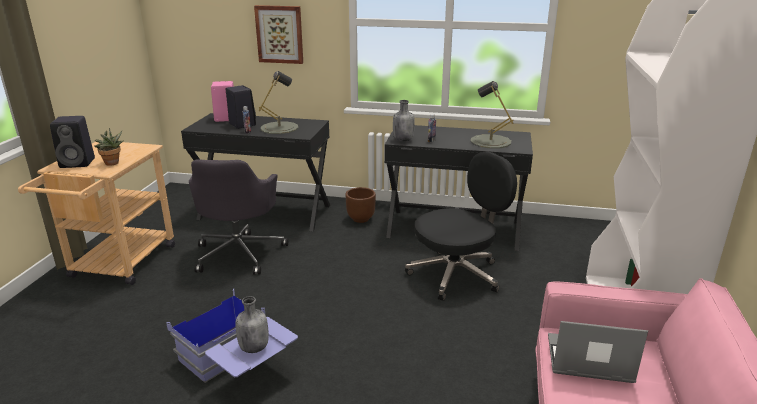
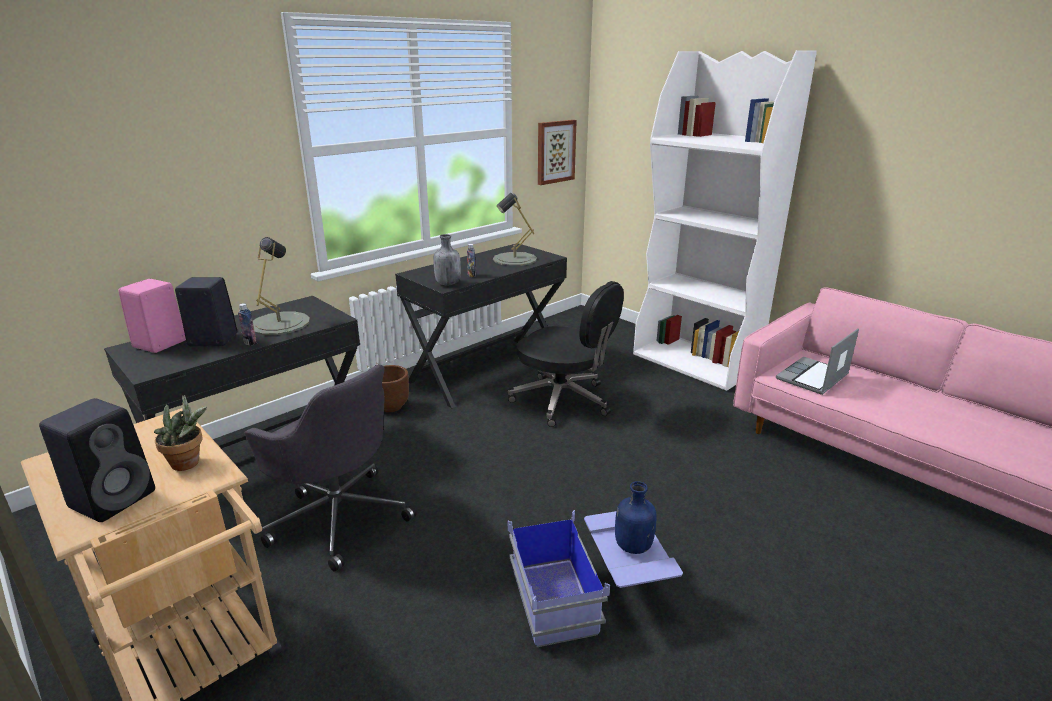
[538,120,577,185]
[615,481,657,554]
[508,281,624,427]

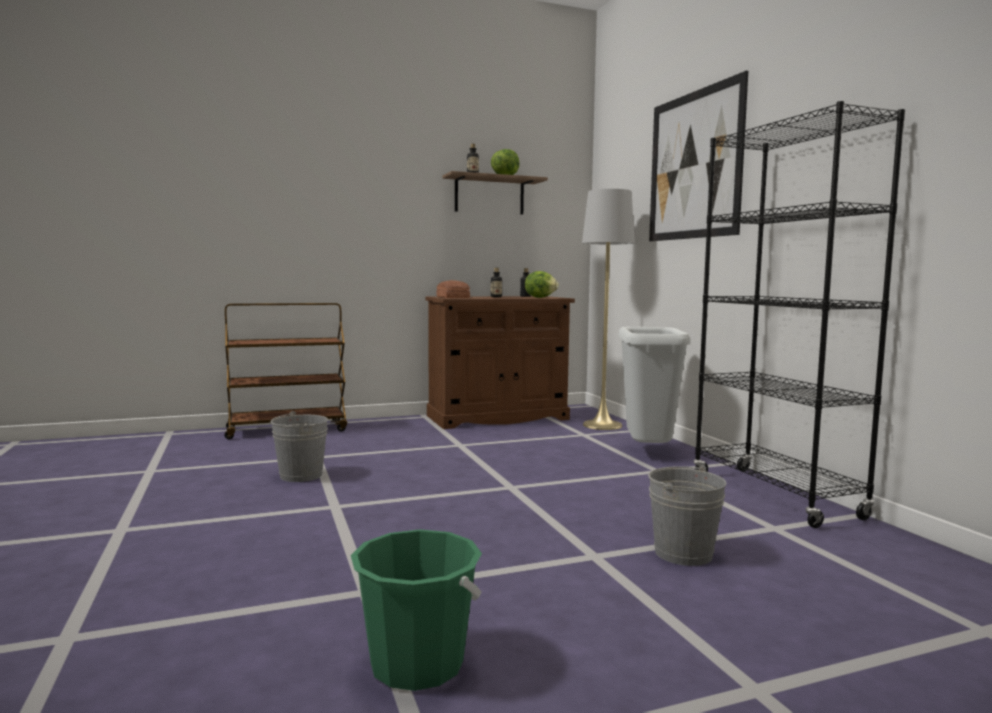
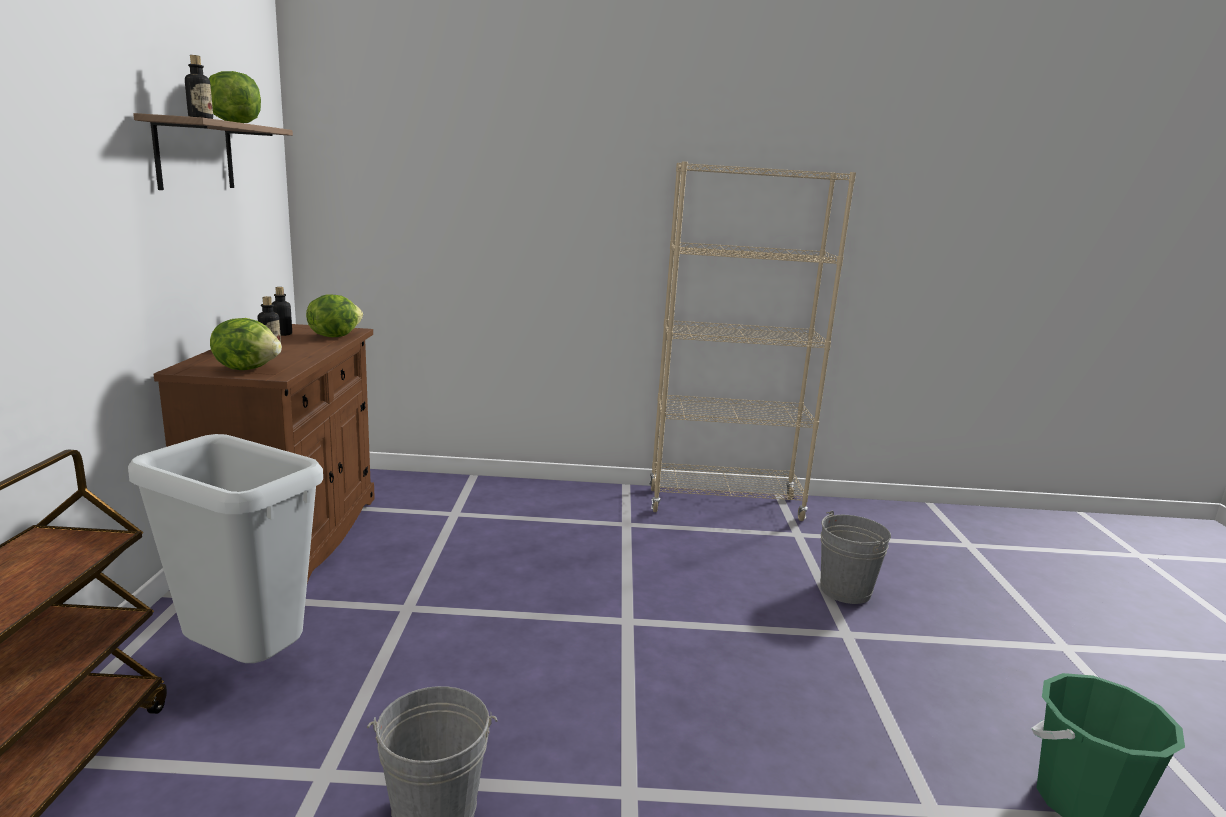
[582,189,635,430] (first image)
[649,71,748,241] (first image)
[128,434,323,663]
[210,318,282,370]
[650,161,856,521]

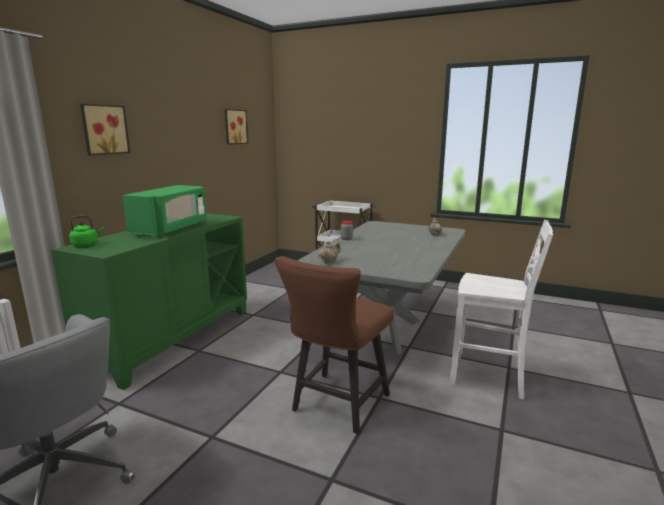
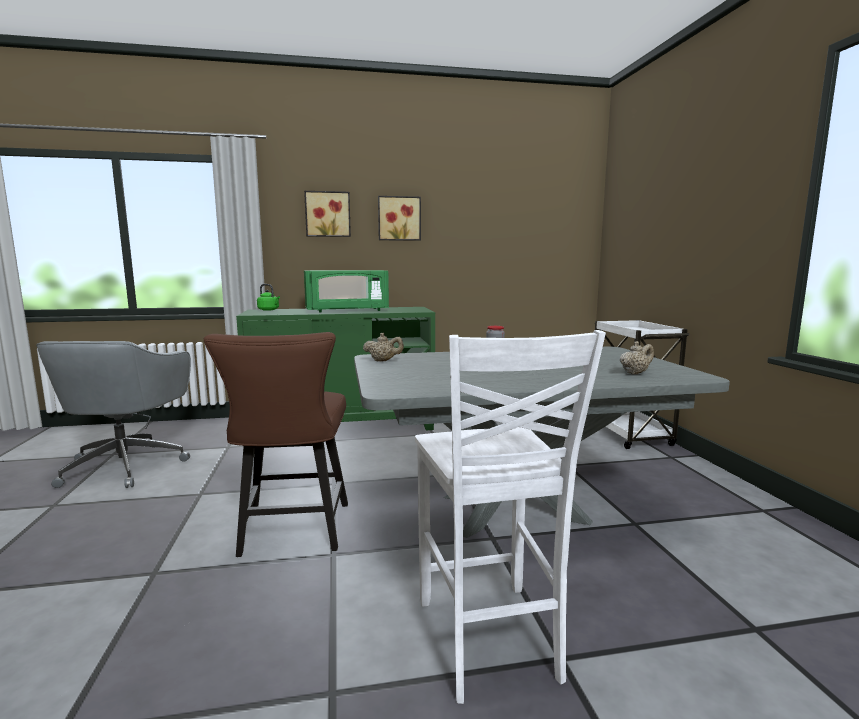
[378,196,421,241]
[204,332,348,557]

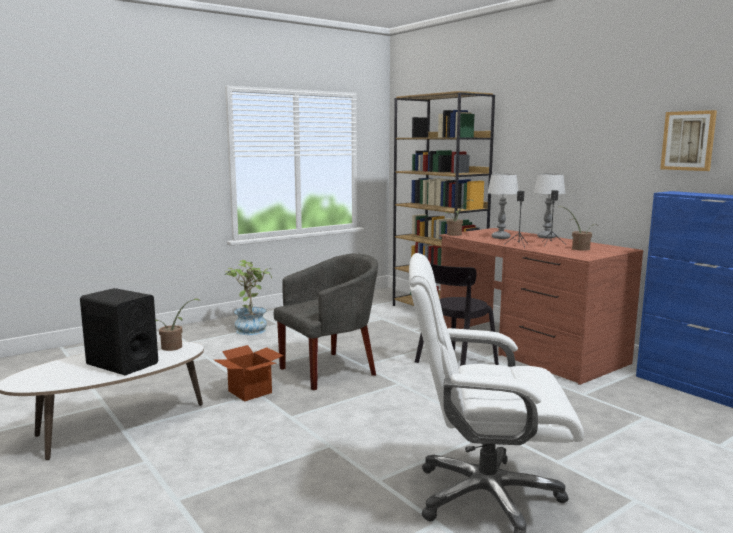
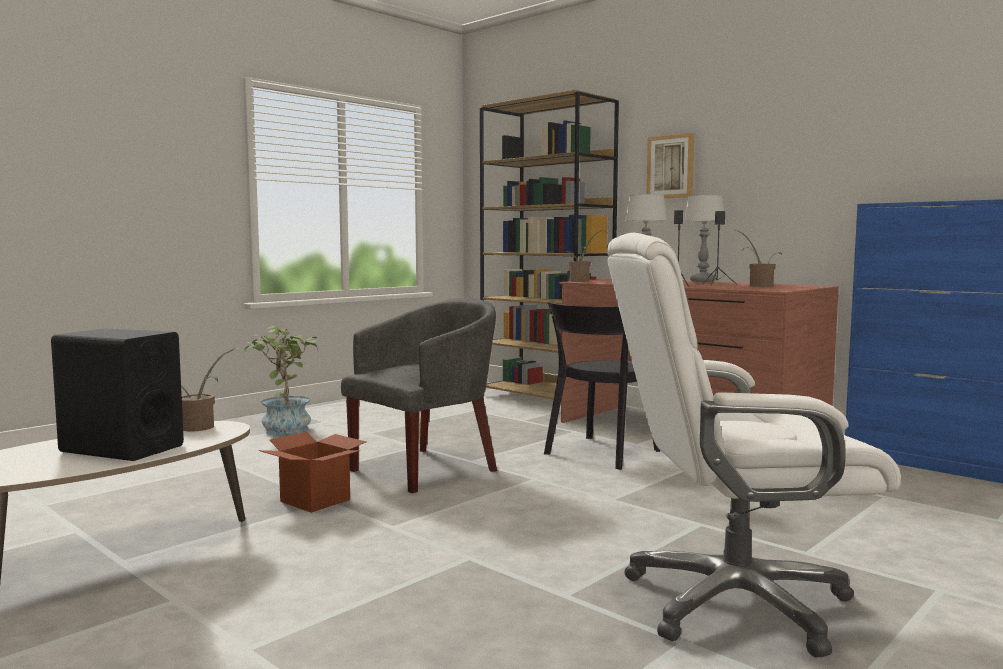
[647,133,694,198]

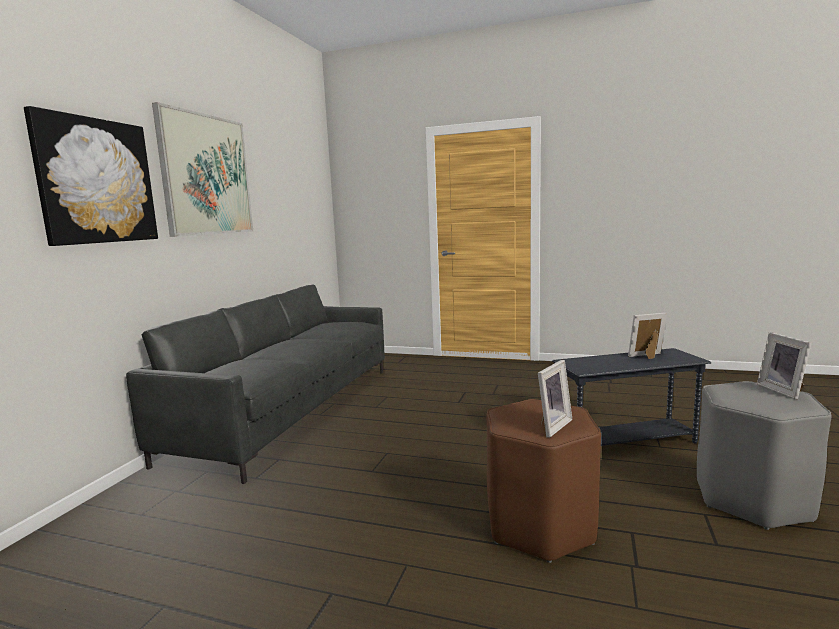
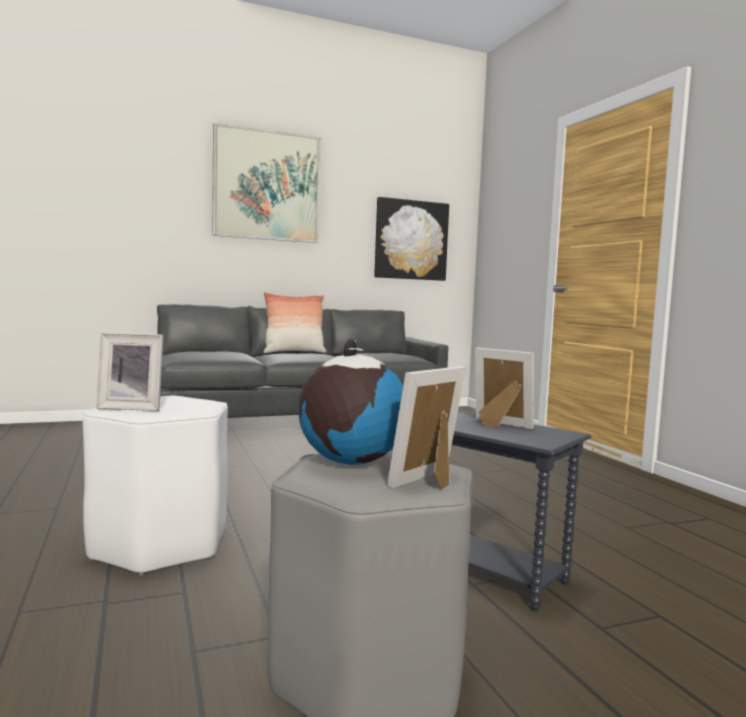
[263,292,326,353]
[298,339,403,465]
[374,197,449,281]
[82,396,228,575]

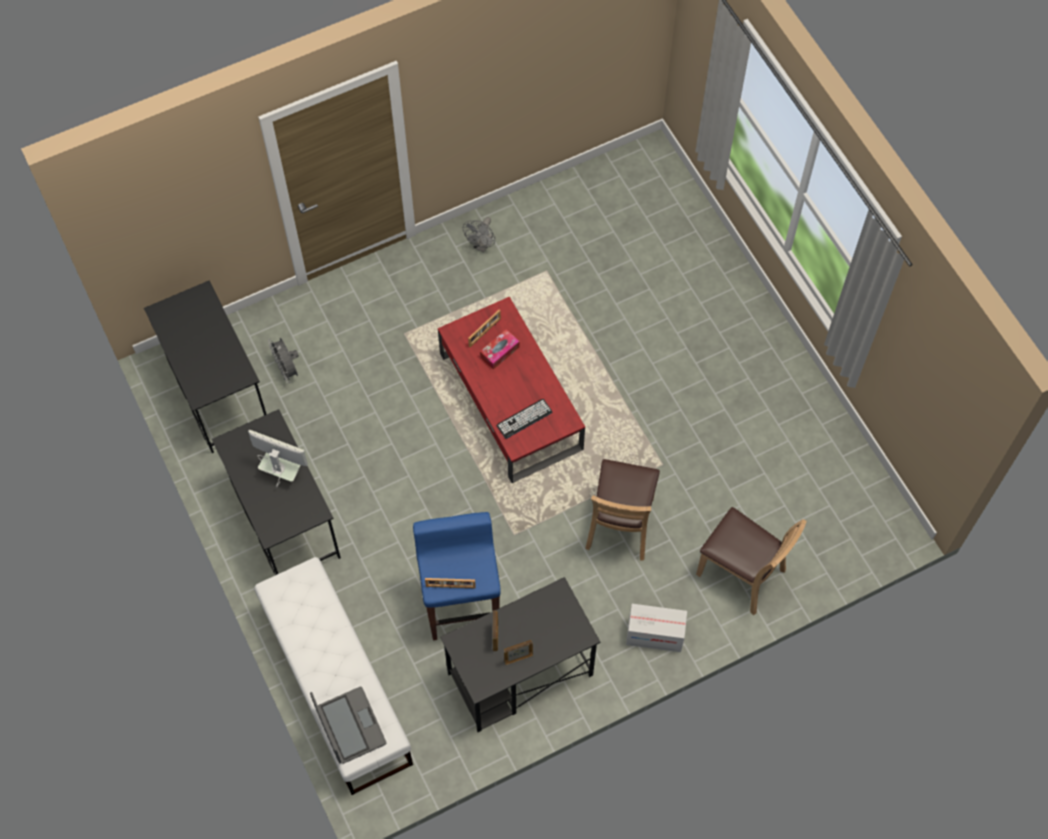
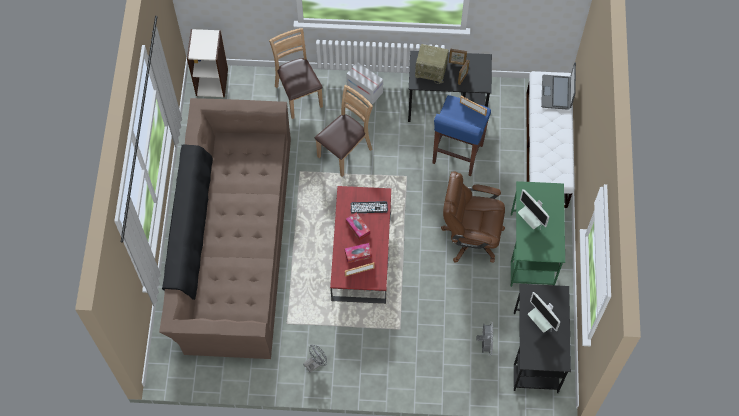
[159,98,291,359]
[187,29,228,97]
[346,212,370,241]
[415,44,449,84]
[441,171,505,263]
[528,292,560,332]
[511,181,565,287]

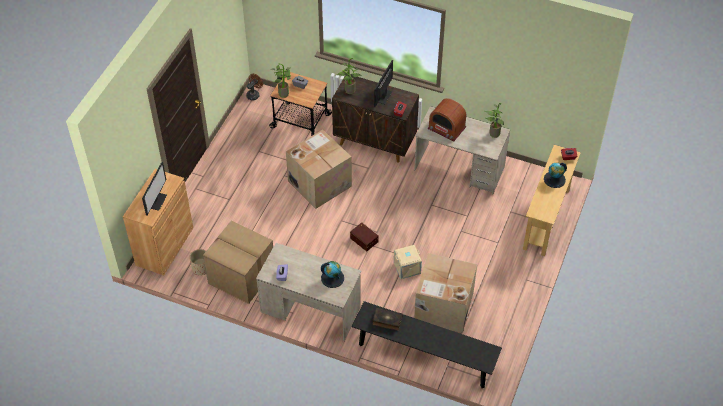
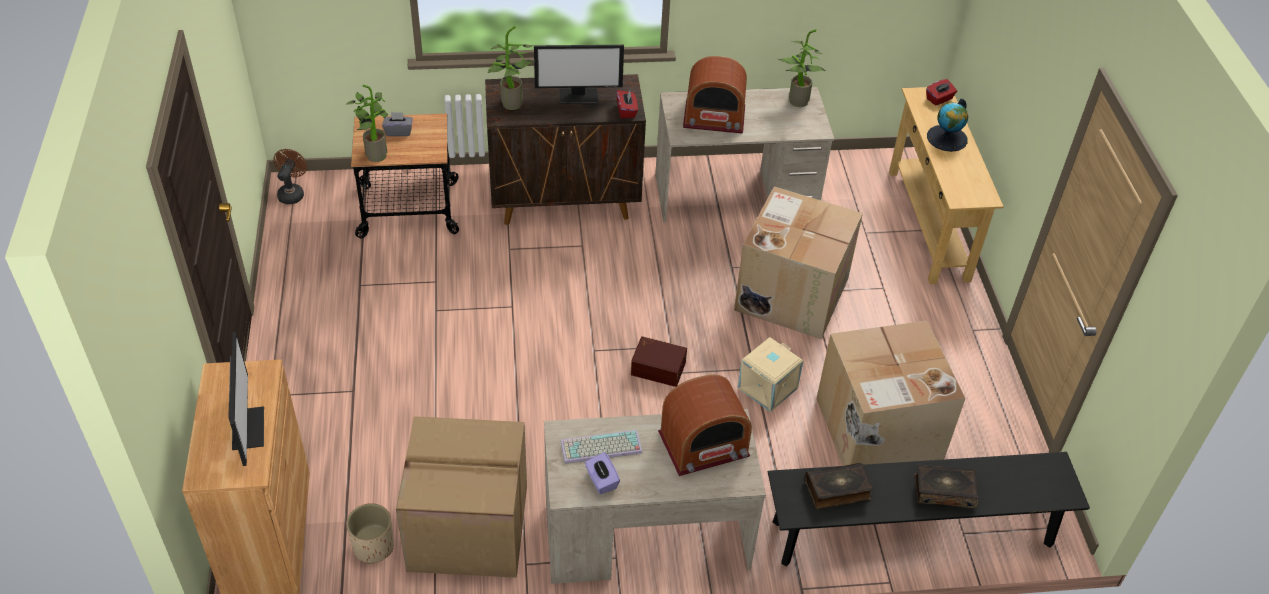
[560,430,642,464]
[914,465,979,508]
[734,186,863,339]
[658,374,752,476]
[534,45,624,104]

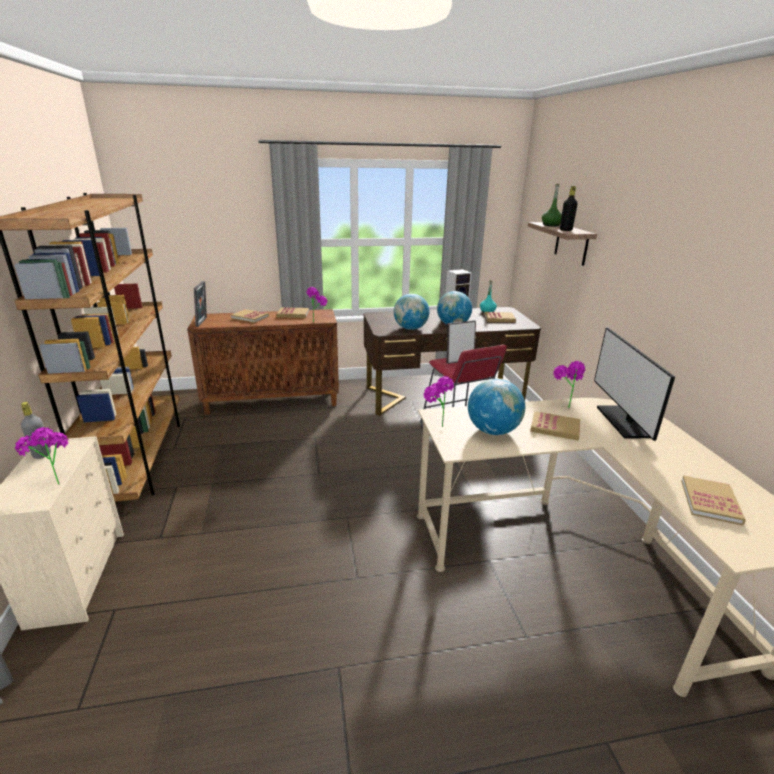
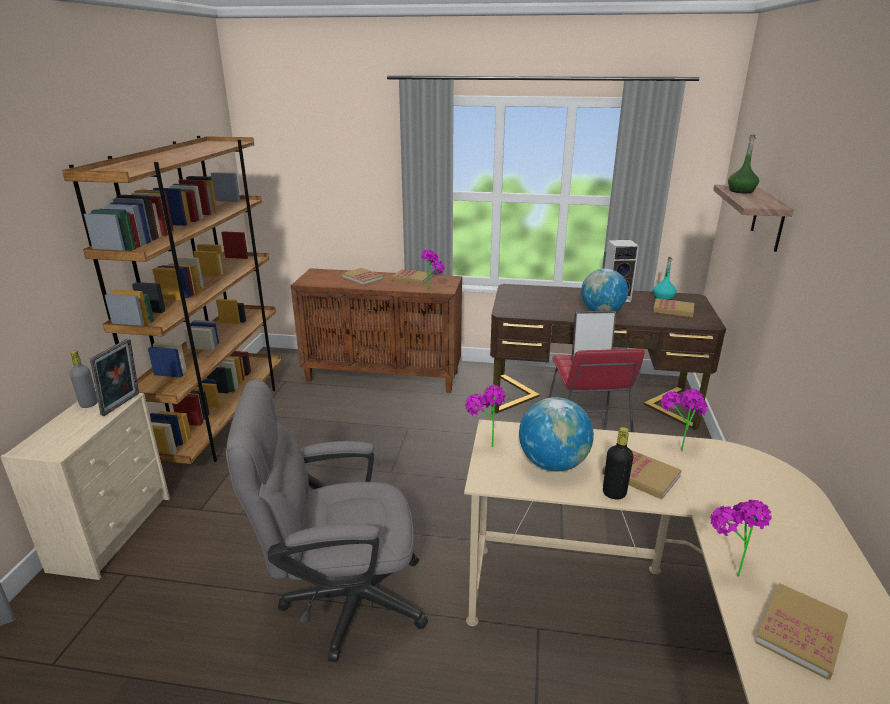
[394,294,430,330] (first image)
[594,327,675,441] (first image)
[226,380,428,662]
[710,499,772,576]
[90,339,139,416]
[603,427,633,499]

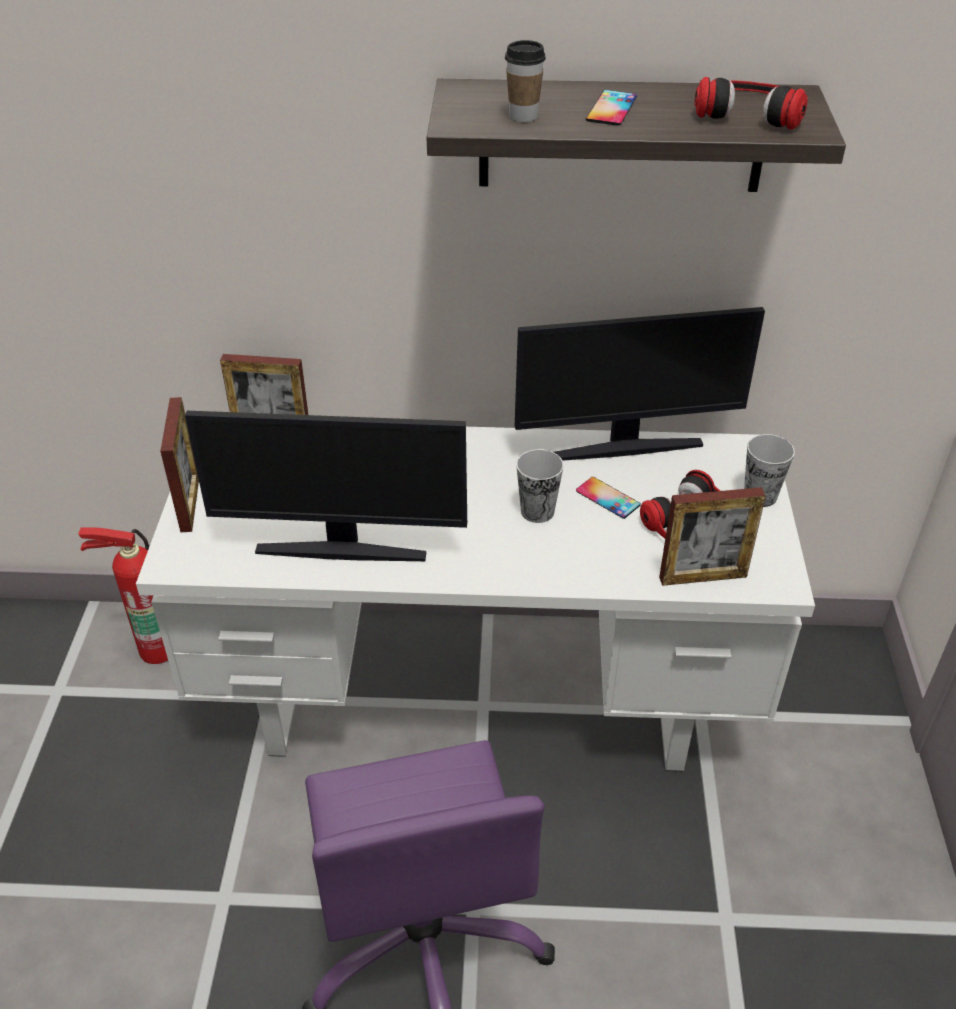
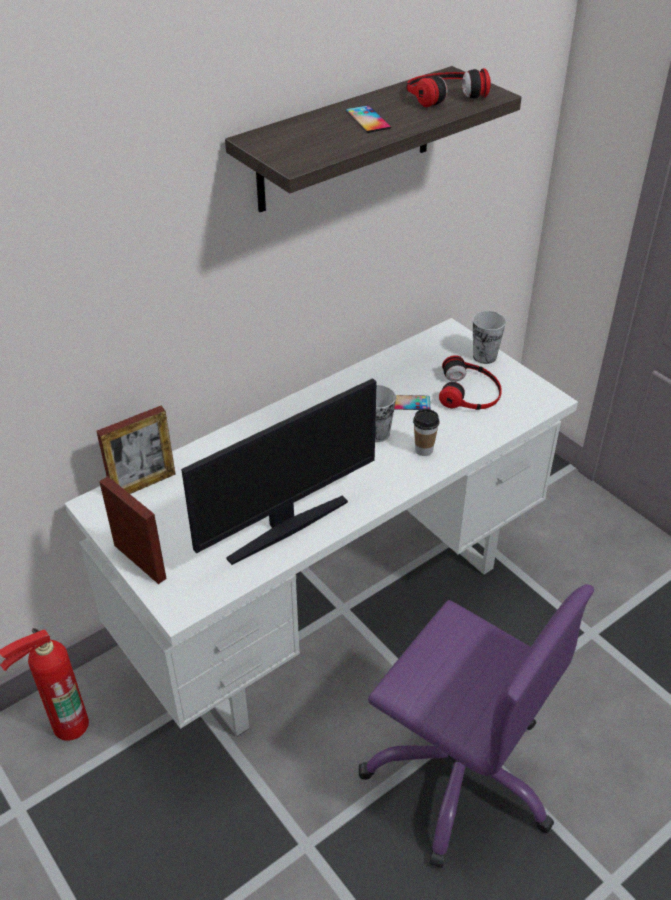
[515,307,765,461] (first image)
[659,487,766,586] (first image)
[413,409,439,456]

